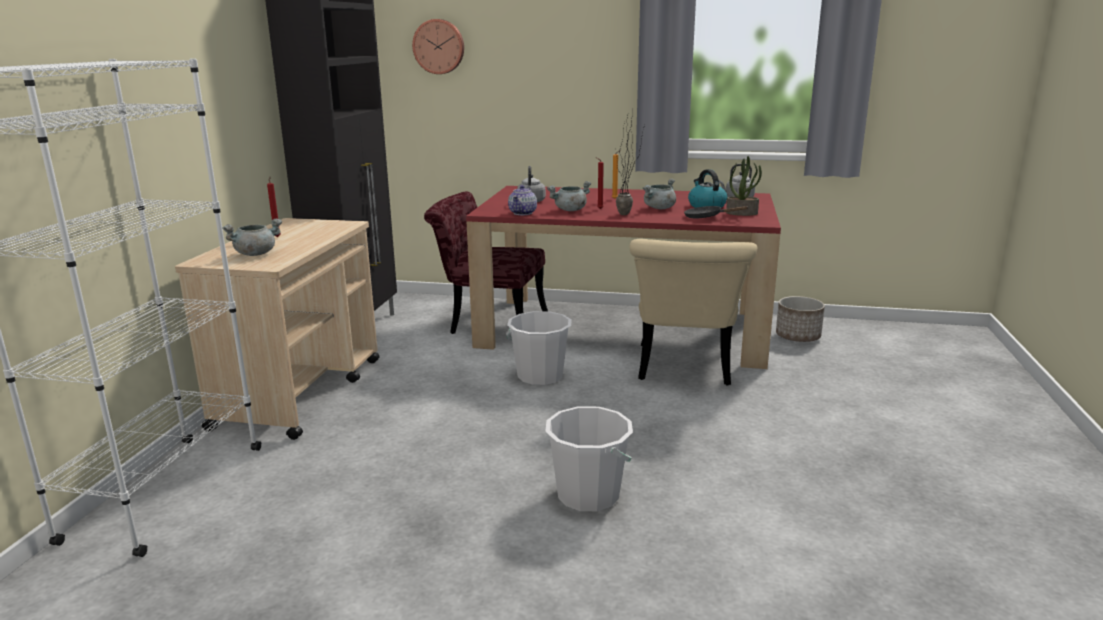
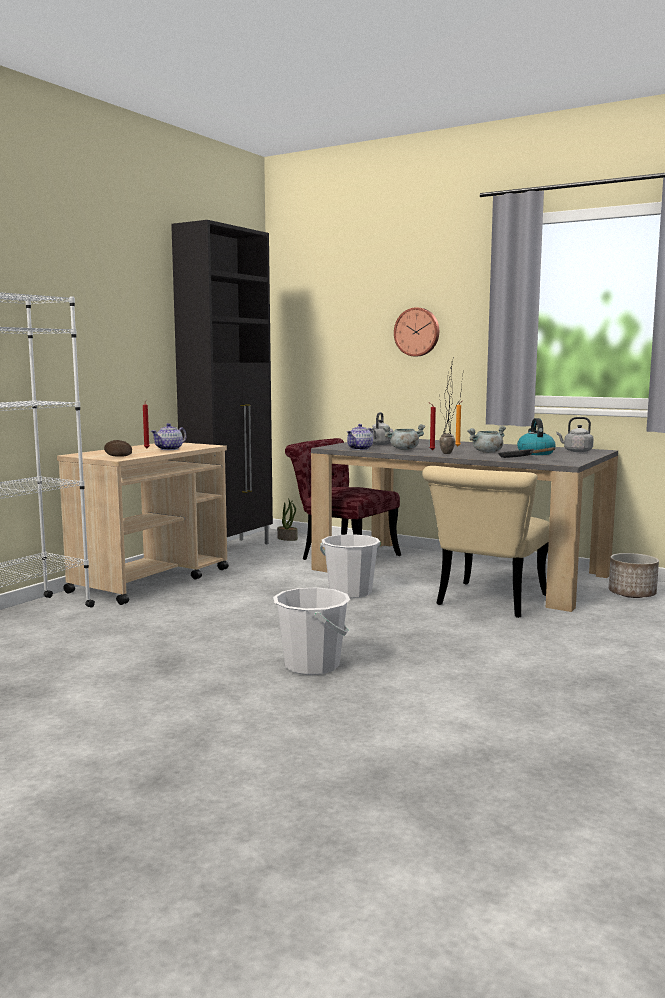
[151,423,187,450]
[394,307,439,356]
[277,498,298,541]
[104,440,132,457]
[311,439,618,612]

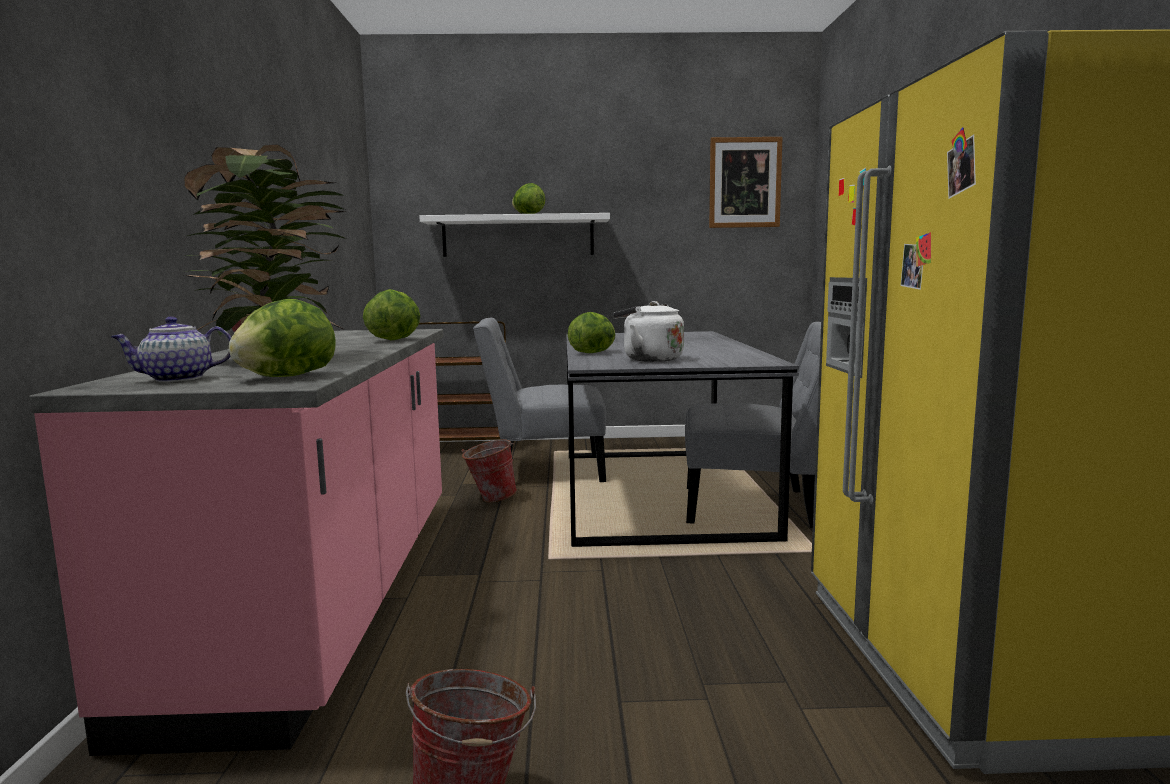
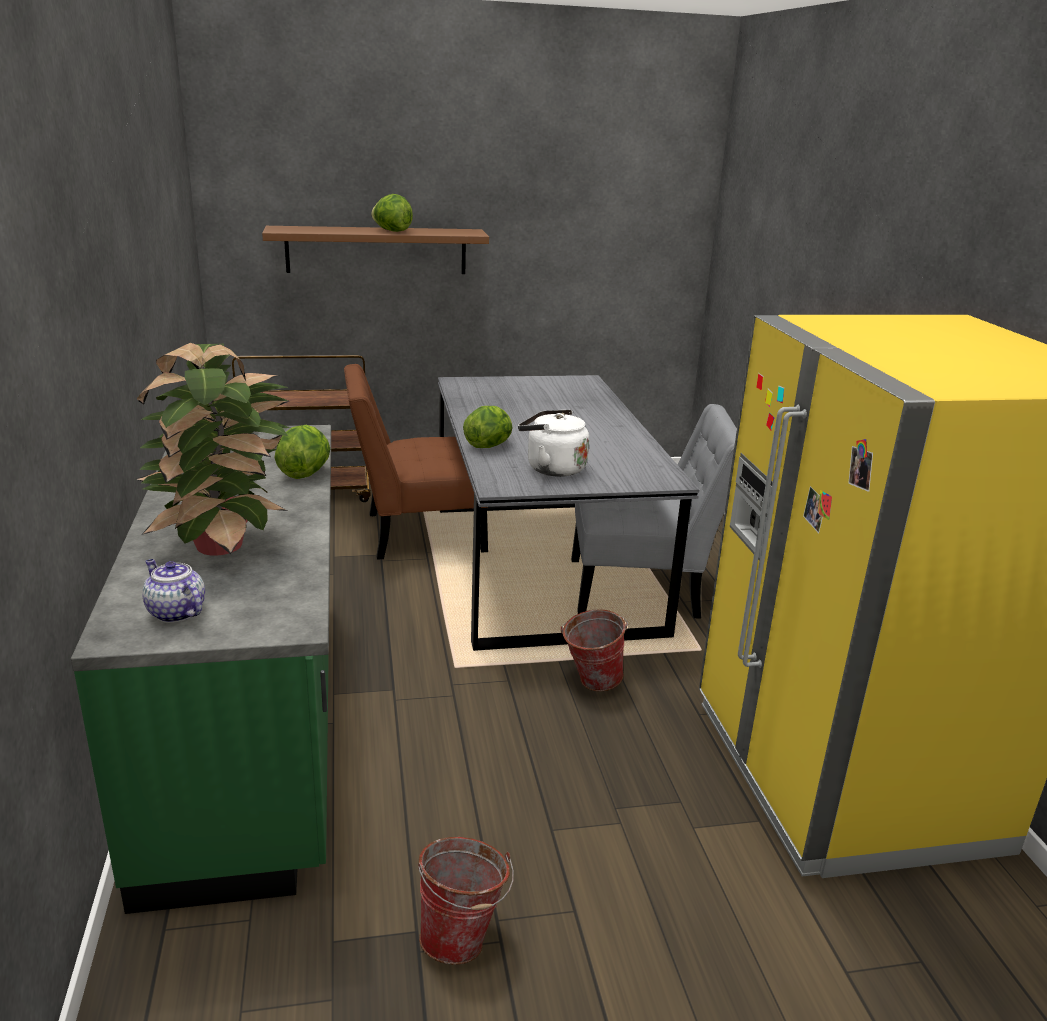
[229,299,336,377] (first image)
[709,137,783,228] (first image)
[560,609,628,692]
[71,425,331,914]
[262,226,489,274]
[344,364,488,560]
[143,559,205,623]

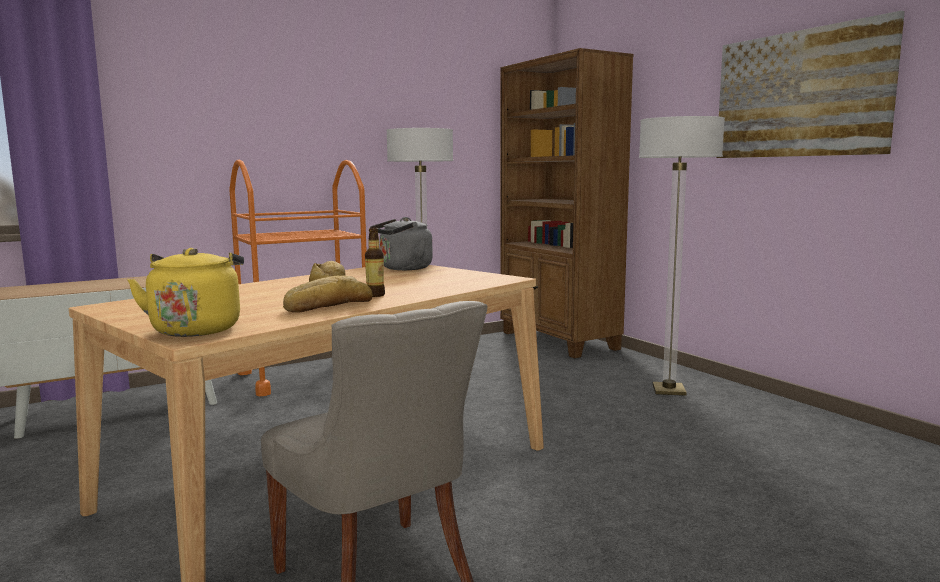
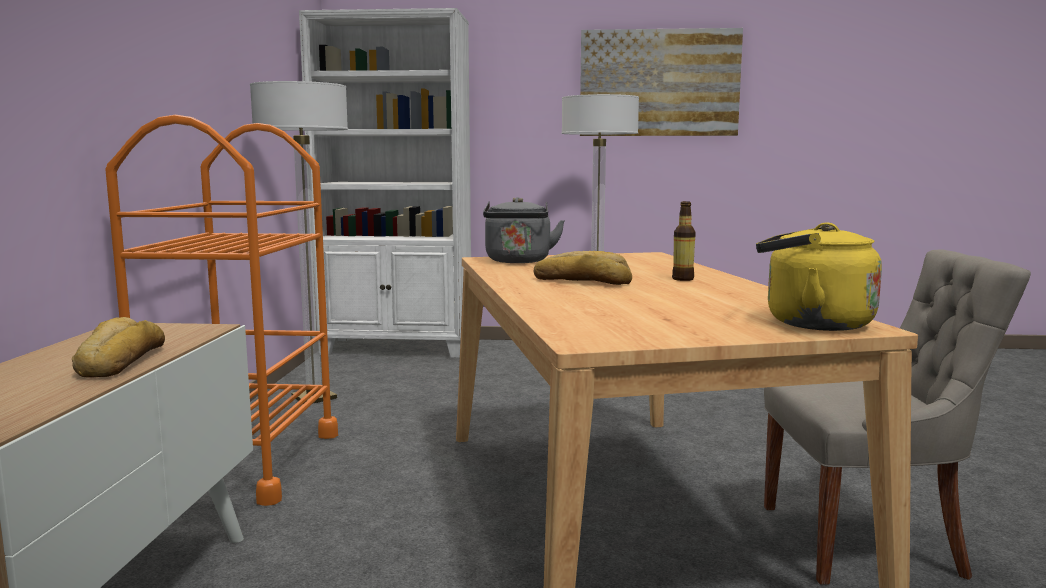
[72,317,165,378]
[299,8,471,358]

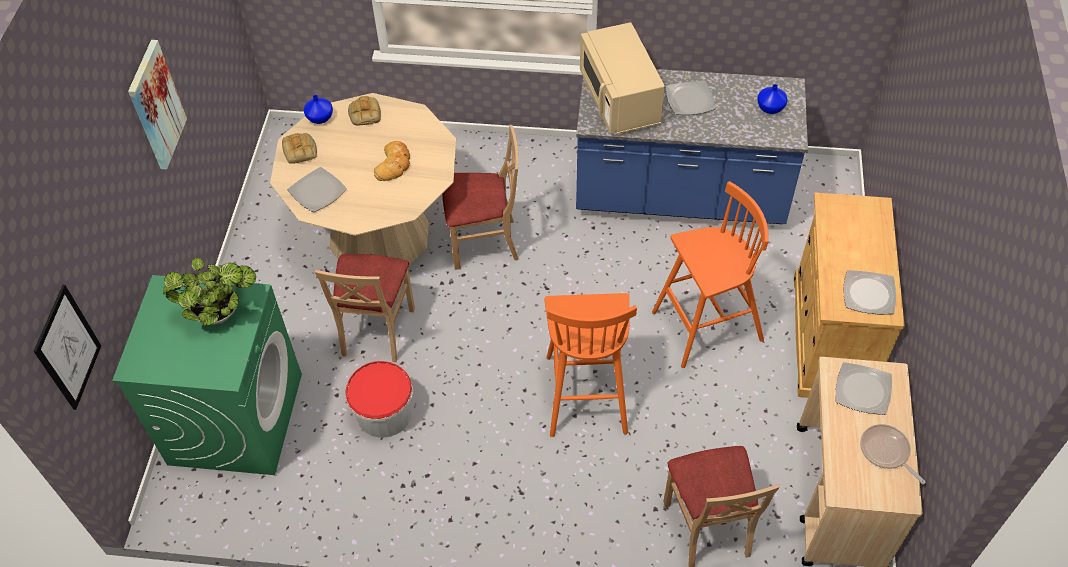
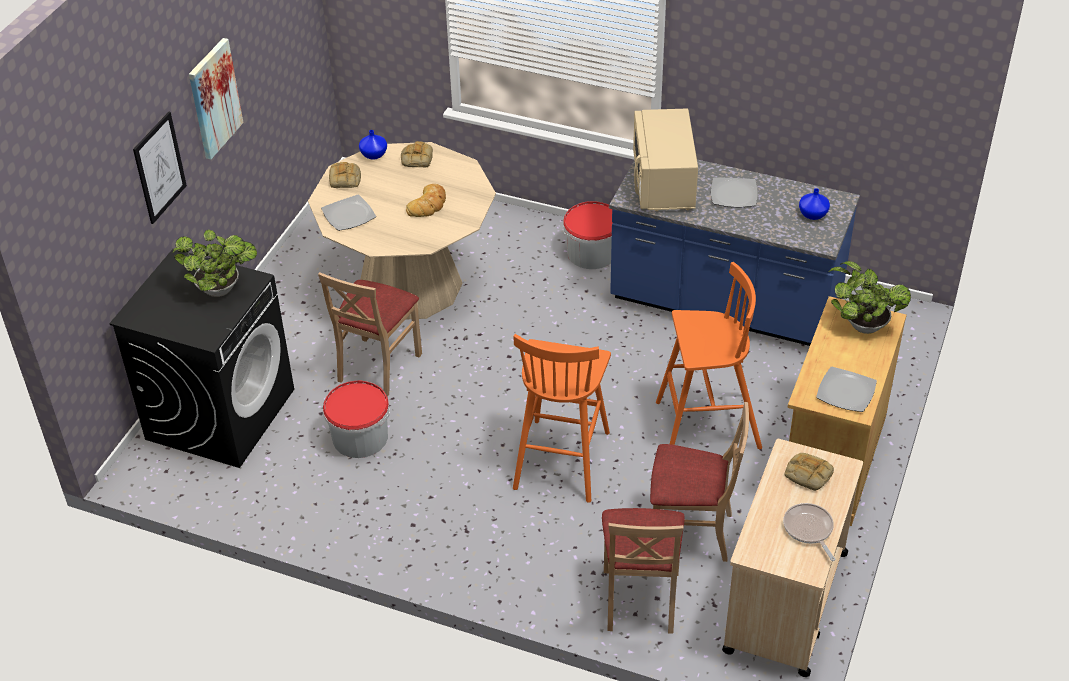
[563,201,612,269]
[829,261,911,334]
[133,112,187,224]
[650,402,749,562]
[784,453,834,491]
[109,249,294,468]

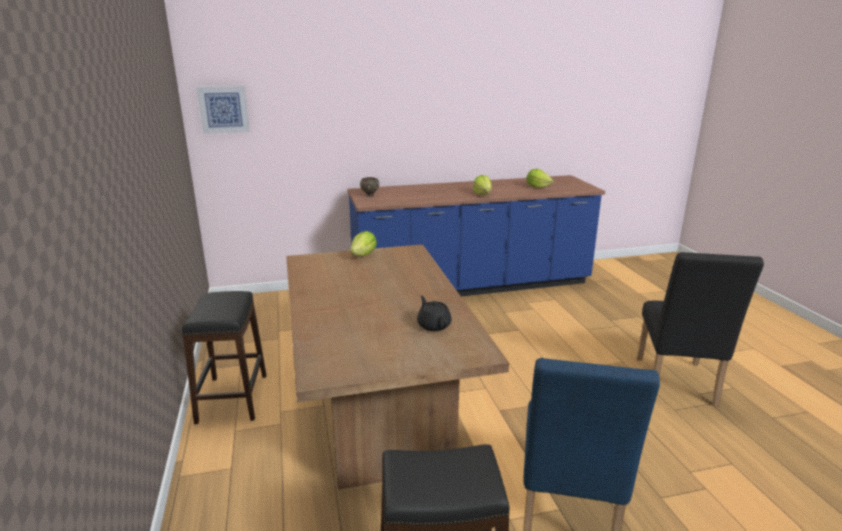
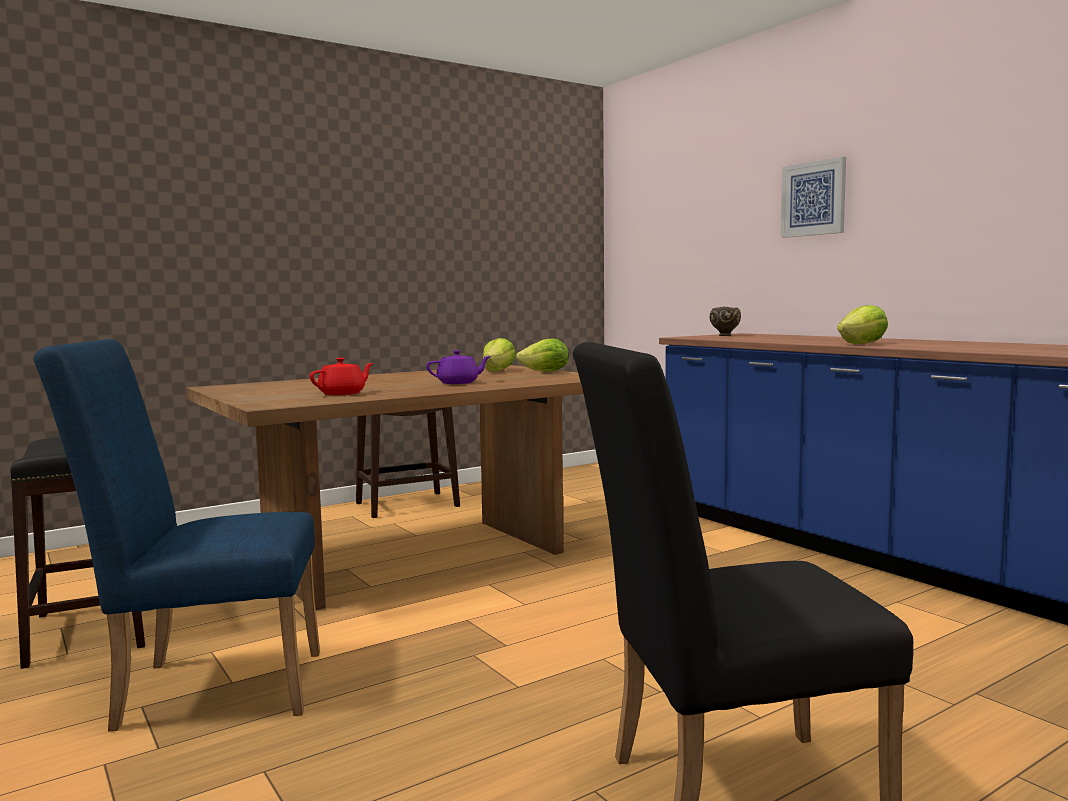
[426,350,491,384]
[781,157,846,238]
[483,338,516,371]
[309,358,374,395]

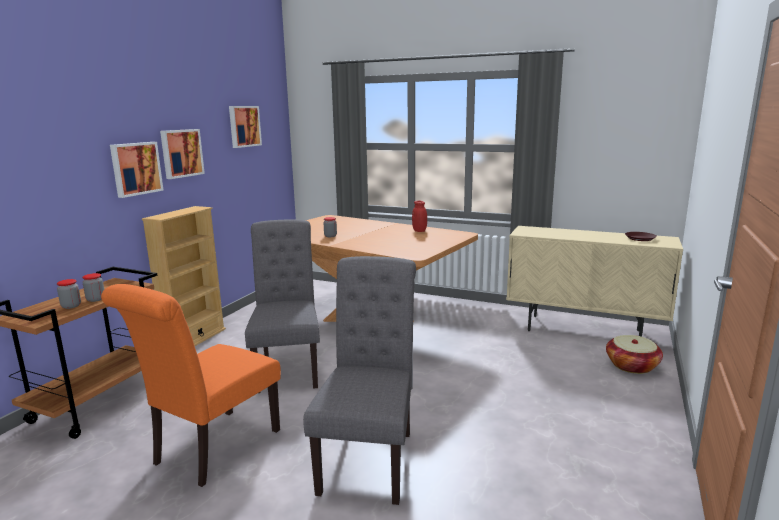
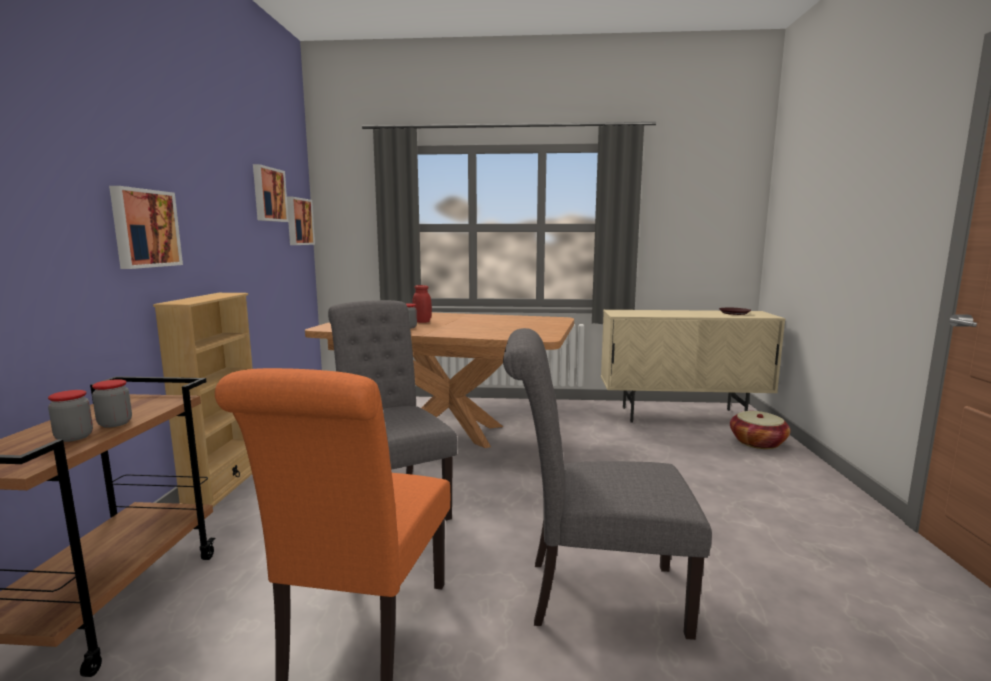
[287,197,315,245]
[412,285,432,323]
[503,328,712,640]

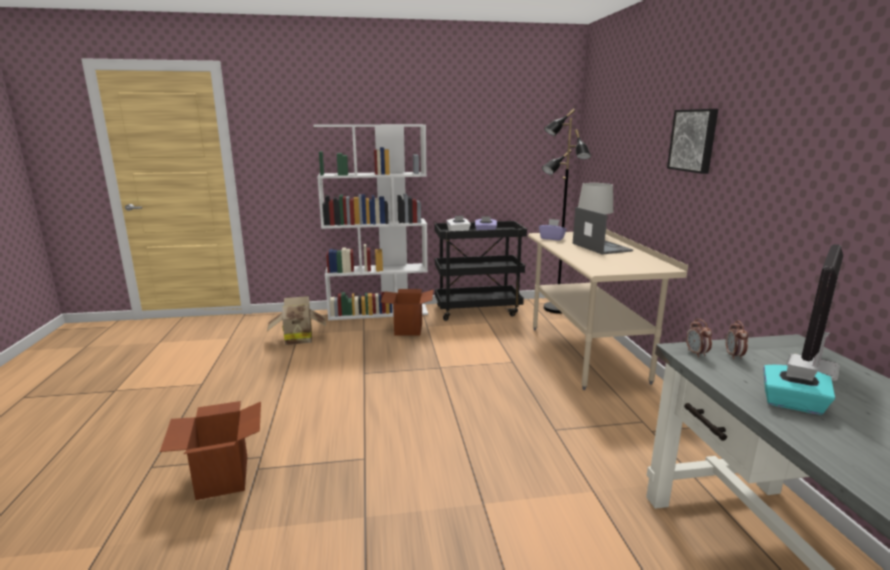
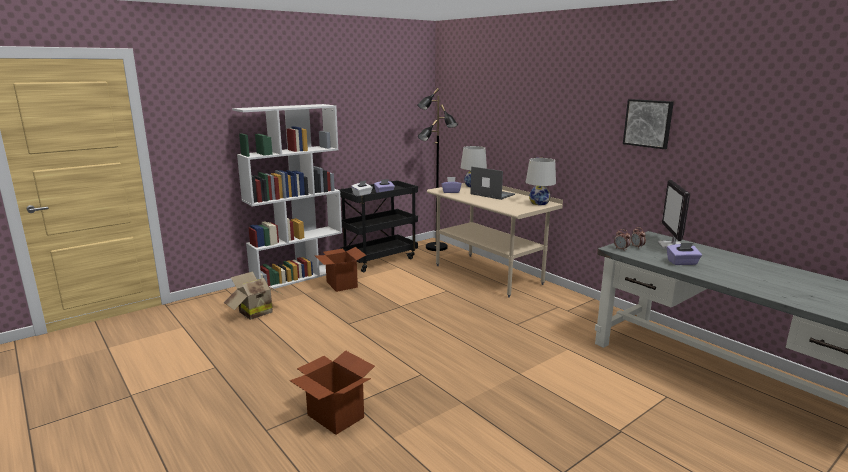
[526,158,556,205]
[623,99,674,149]
[667,243,702,265]

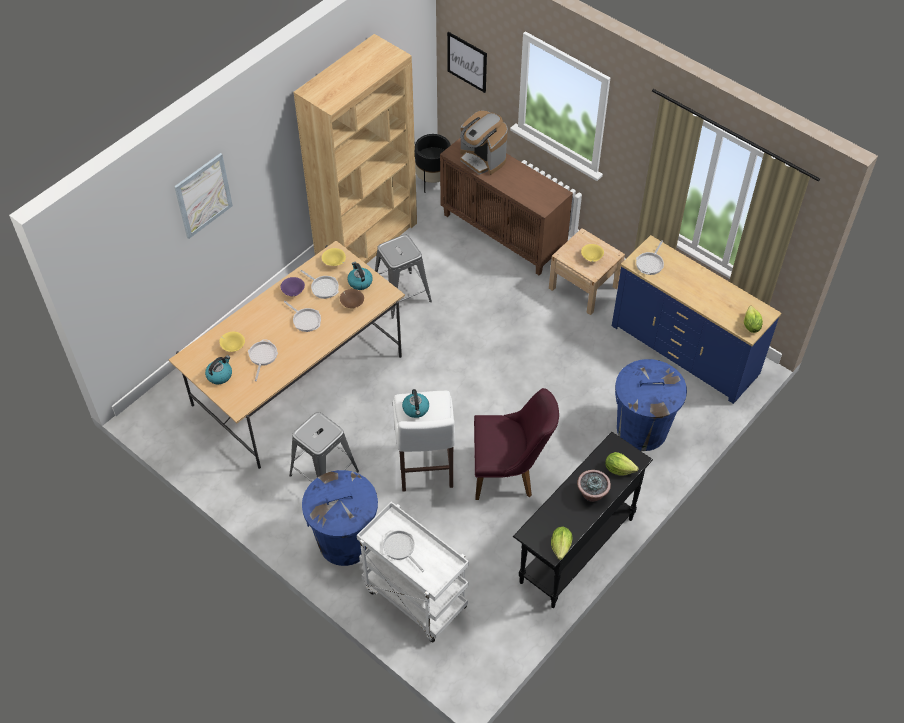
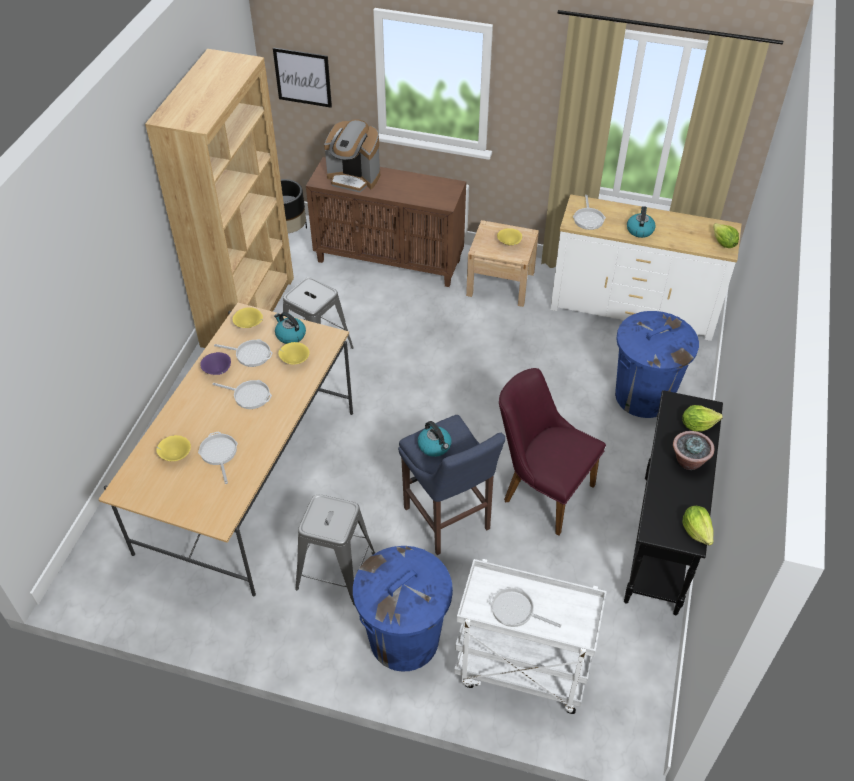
[174,153,233,239] (first image)
[627,206,656,238]
[278,342,309,365]
[398,415,506,555]
[550,194,742,341]
[499,368,606,535]

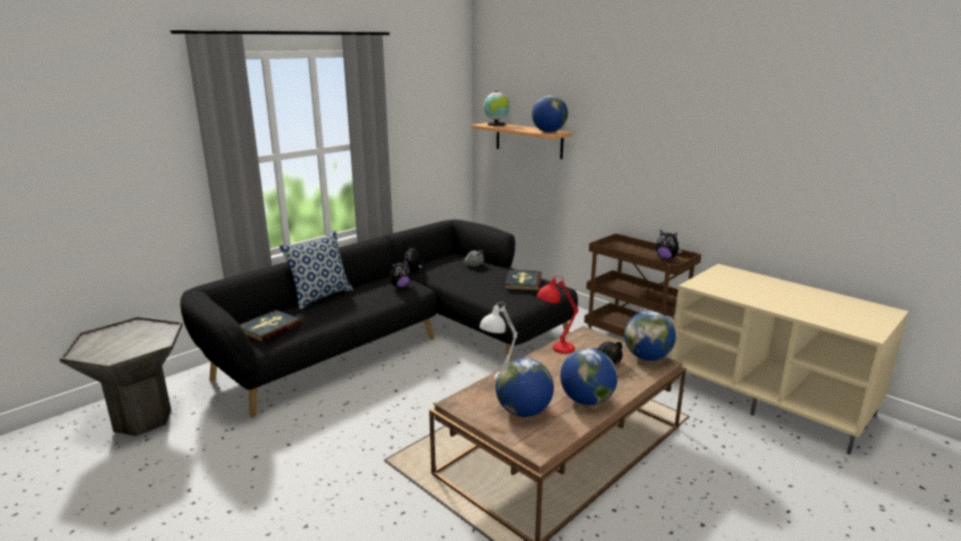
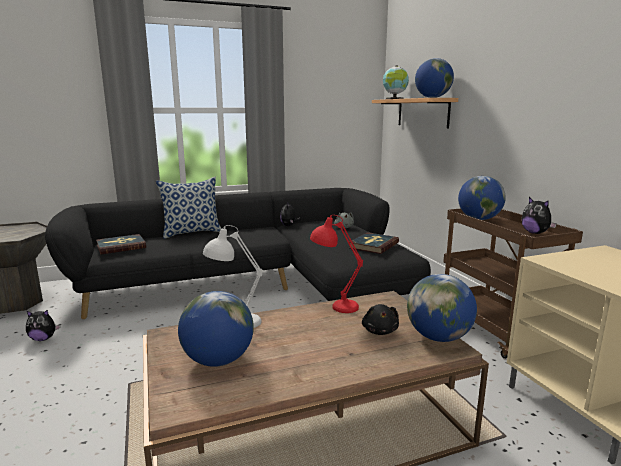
[26,310,60,341]
[458,176,506,220]

